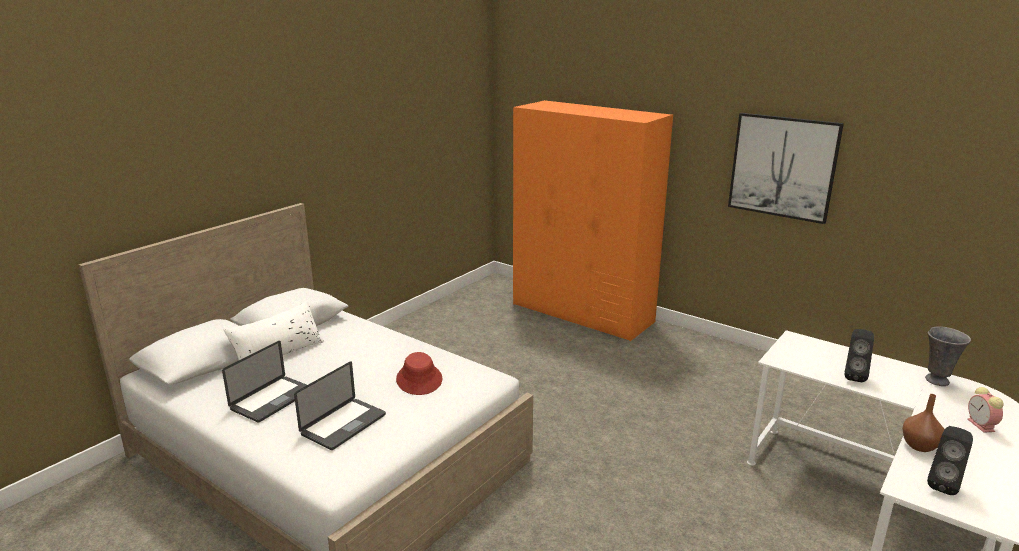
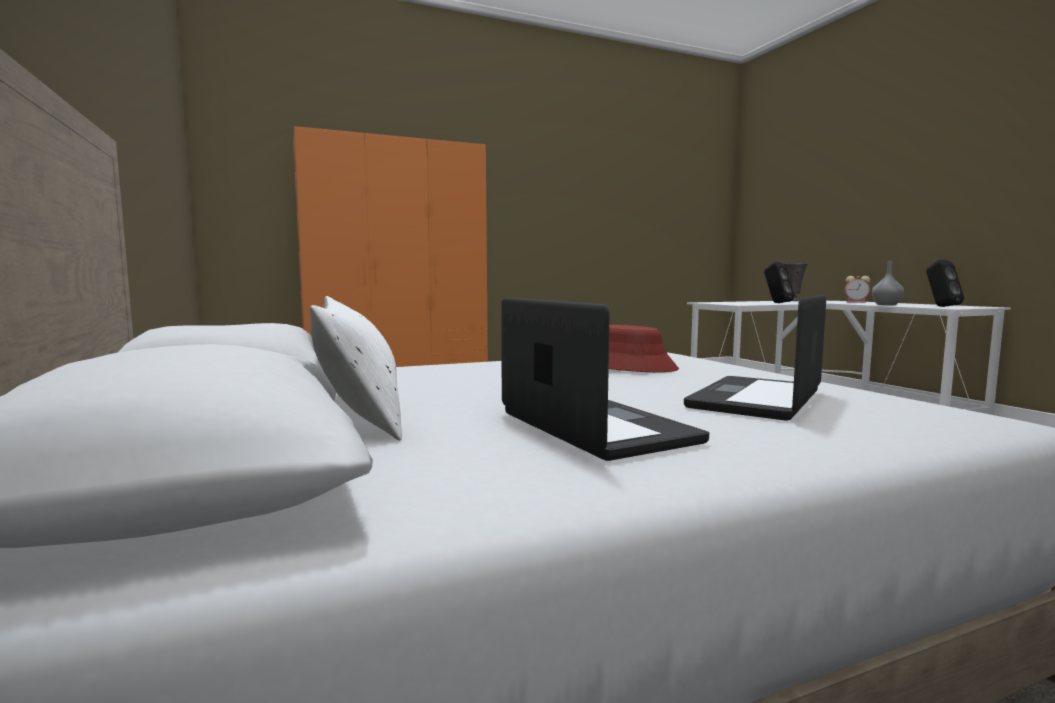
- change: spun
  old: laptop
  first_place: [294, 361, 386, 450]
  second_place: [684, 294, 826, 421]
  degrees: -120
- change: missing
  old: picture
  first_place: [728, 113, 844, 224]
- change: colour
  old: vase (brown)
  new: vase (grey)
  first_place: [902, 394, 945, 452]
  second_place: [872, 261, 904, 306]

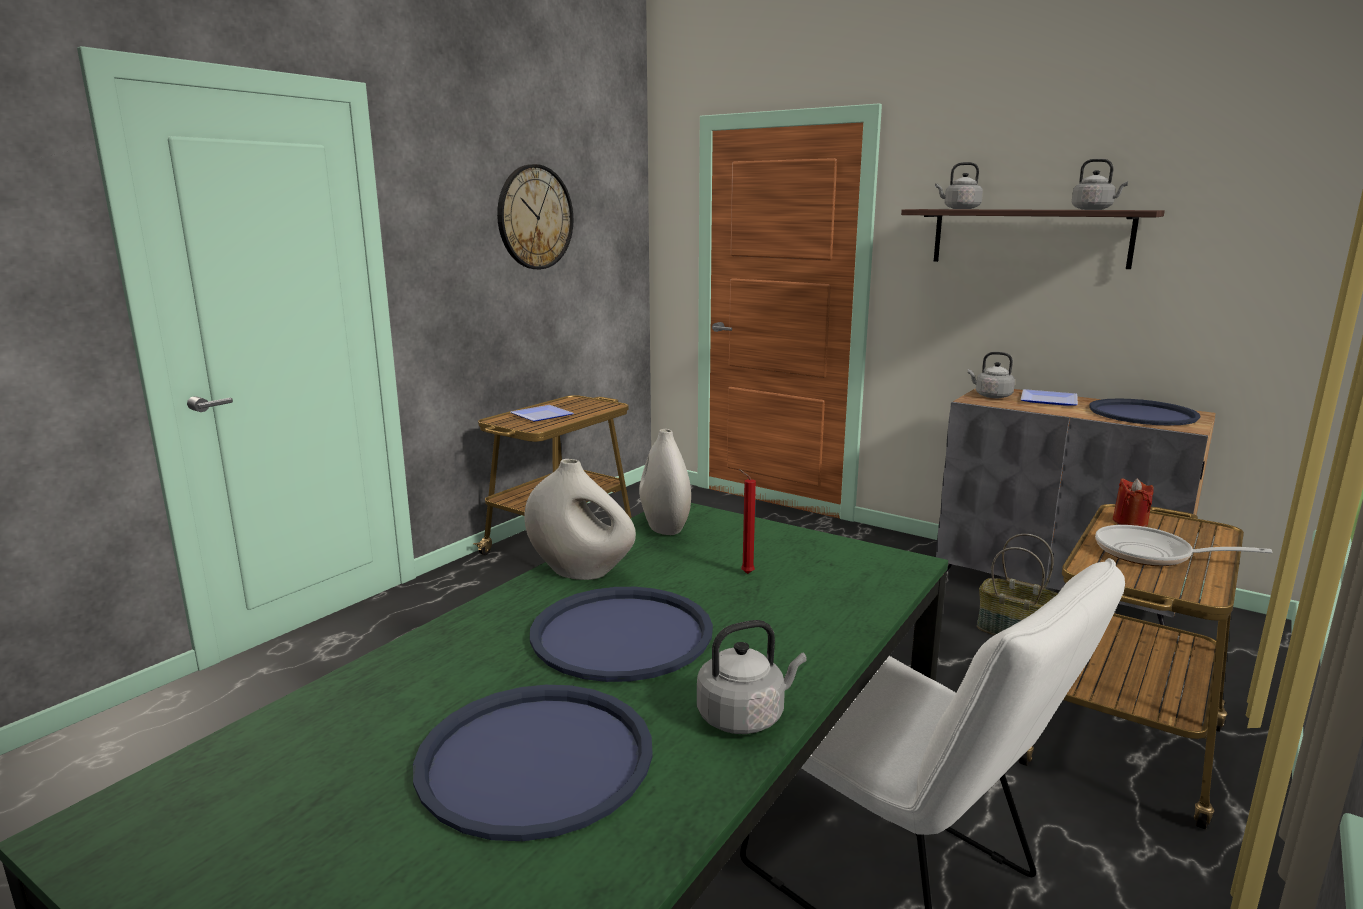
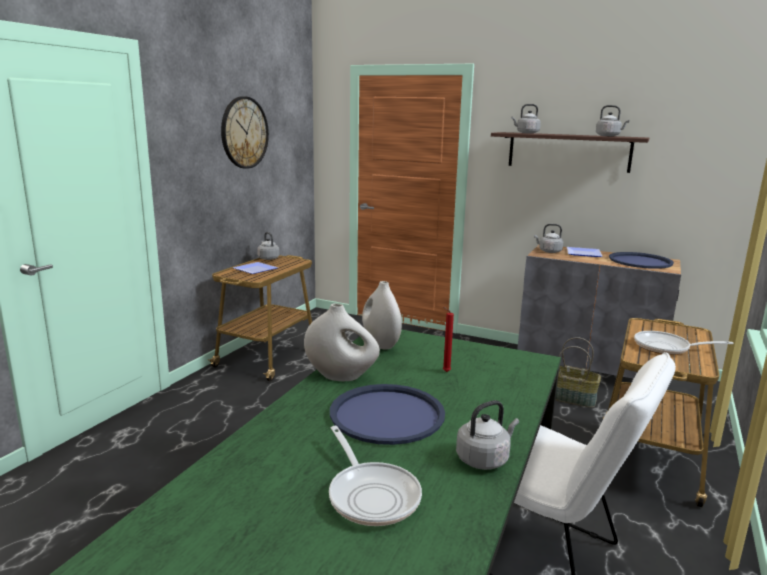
- change: exchanged
  old: tray (blue)
  new: frying pan
  first_place: [413, 685, 653, 841]
  second_place: [329, 426, 422, 526]
- change: missing
  old: candle (red)
  first_place: [1113, 478, 1154, 527]
- change: appeared
  new: kettle (grey)
  second_place: [257, 232, 279, 260]

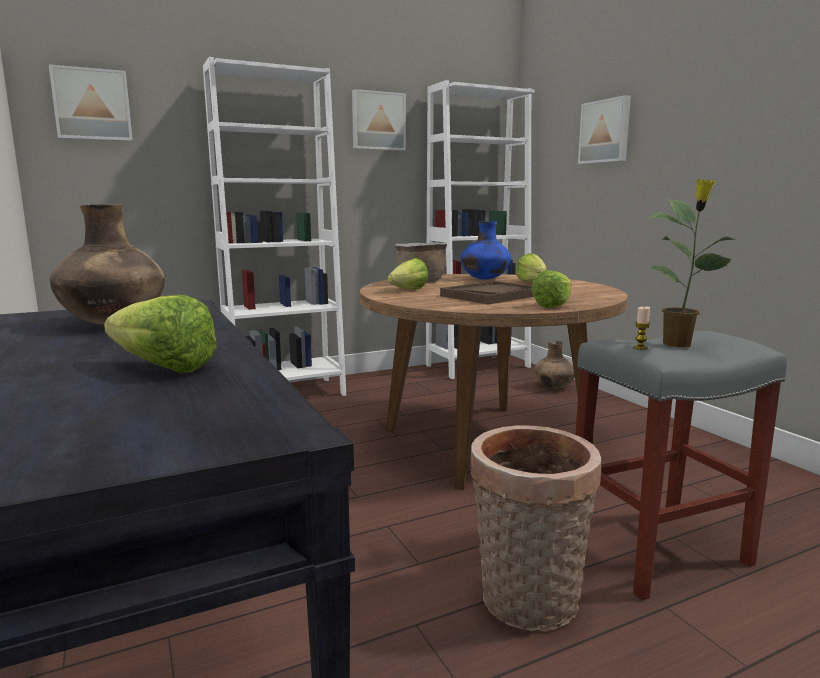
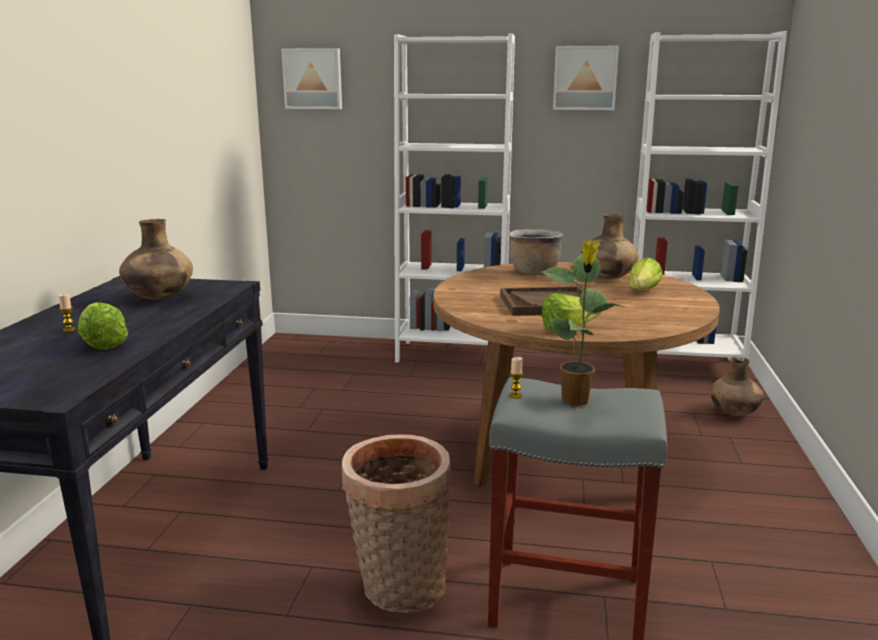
- change: missing
  old: lettuce
  first_place: [388, 258, 428, 289]
- change: colour
  old: vase (blue)
  new: vase (brown)
  first_place: [460, 221, 511, 280]
  second_place: [581, 214, 639, 279]
- change: missing
  old: picture
  first_place: [578, 95, 631, 164]
- change: appeared
  new: candle
  second_place: [58, 294, 76, 332]

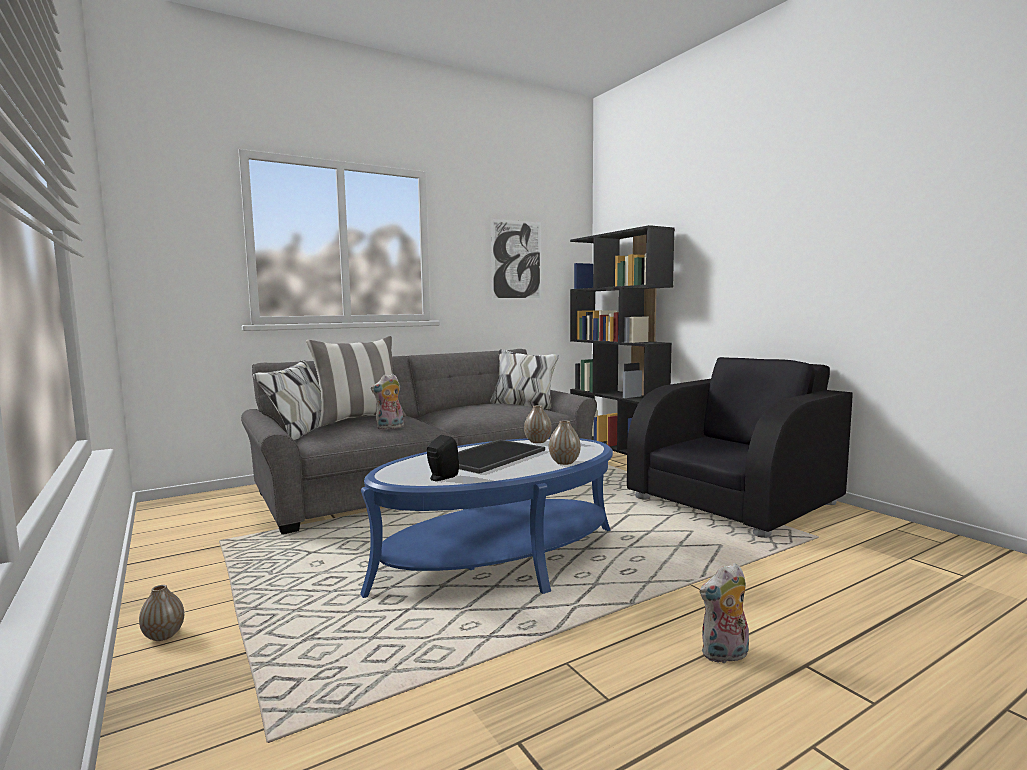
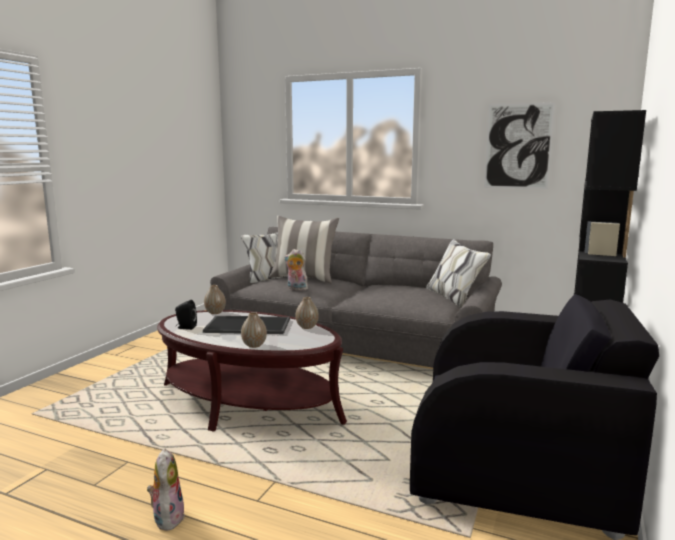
- change: relocated
  old: vase
  first_place: [139, 585, 184, 641]
  second_place: [204, 285, 226, 314]
- change: colour
  old: coffee table (blue)
  new: coffee table (brown)
  first_place: [360, 438, 613, 598]
  second_place: [157, 310, 347, 432]
- change: spun
  old: plush toy
  first_place: [700, 563, 749, 663]
  second_place: [147, 448, 185, 531]
  degrees: 45

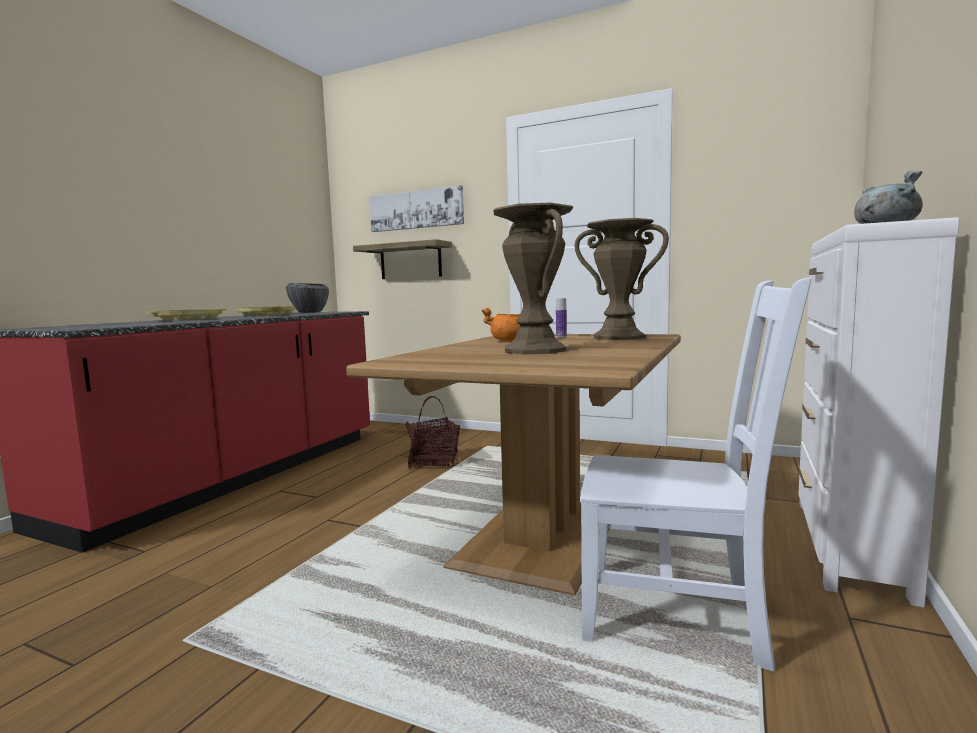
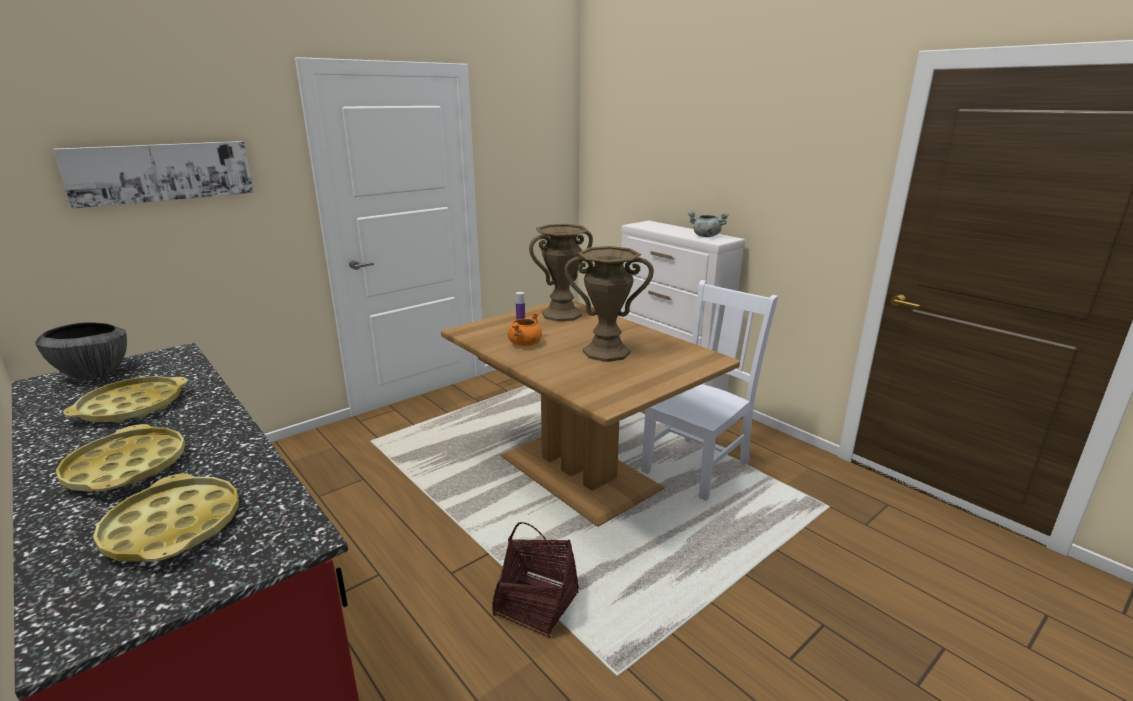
- change: missing
  old: shelf
  first_place: [353, 239, 452, 279]
- change: relocated
  old: basket
  first_place: [406, 396, 460, 469]
  second_place: [492, 522, 579, 638]
- change: appeared
  new: tray (yellow)
  second_place: [93, 473, 239, 562]

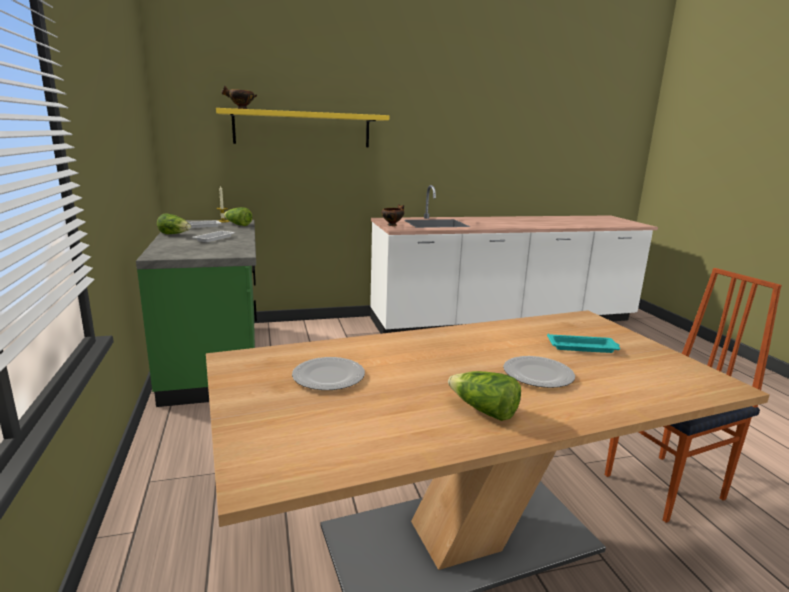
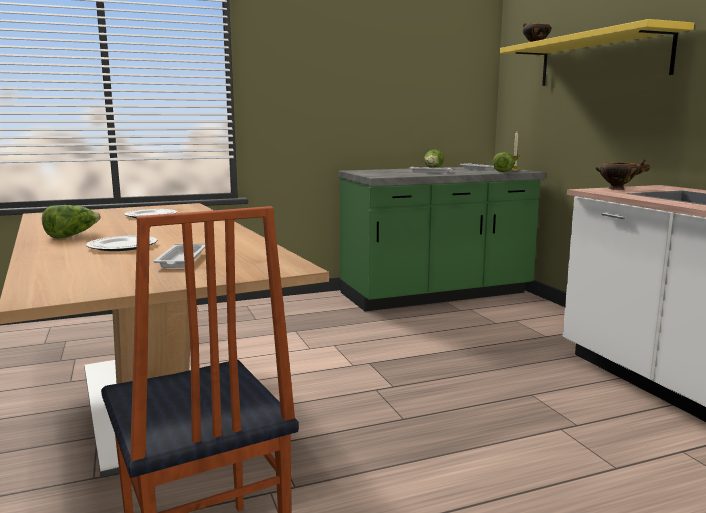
- change: colour
  old: tray (turquoise)
  new: tray (white)
  first_place: [547, 334, 620, 353]
  second_place: [154, 243, 205, 268]

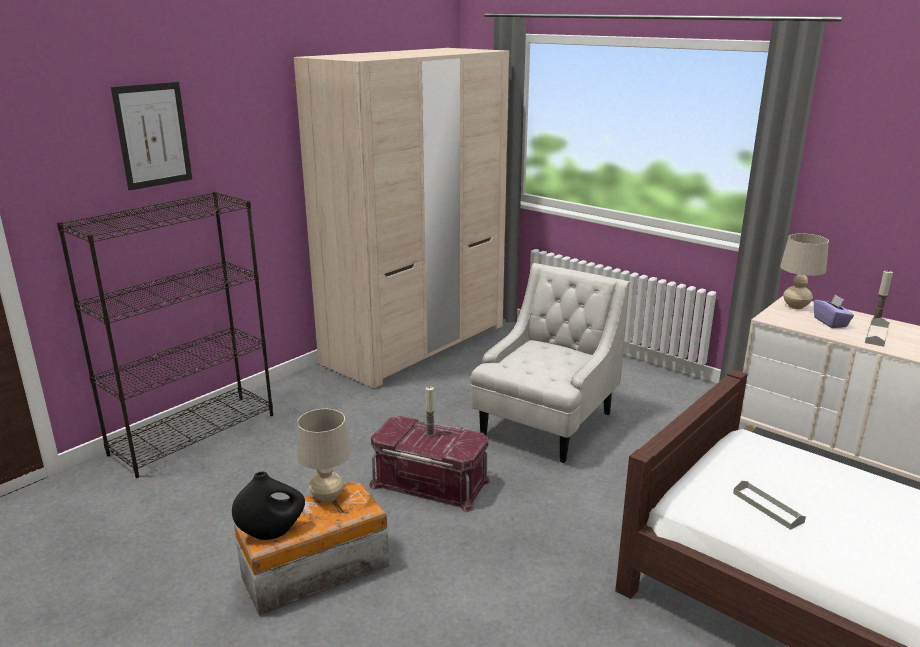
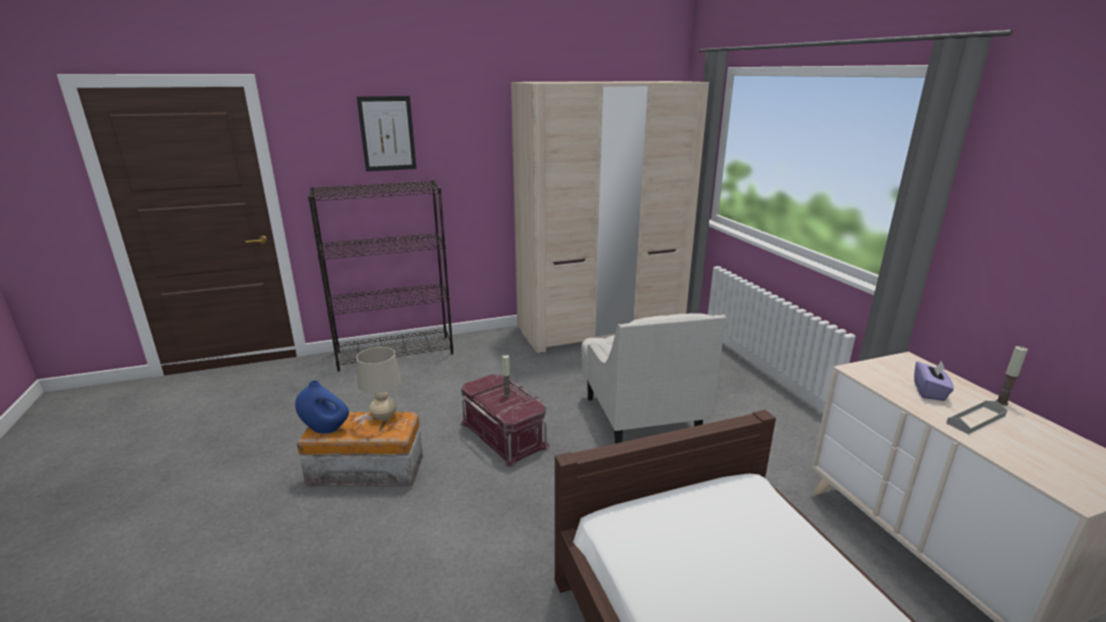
- change: colour
  old: vase (black)
  new: vase (blue)
  first_place: [232, 472, 305, 540]
  second_place: [295, 380, 349, 433]
- change: spun
  old: armchair (white)
  first_place: [471, 263, 630, 463]
  second_place: [581, 313, 726, 444]
  degrees: 105
- change: missing
  old: tray (grey)
  first_place: [733, 481, 806, 530]
- change: missing
  old: table lamp (beige)
  first_place: [780, 234, 829, 309]

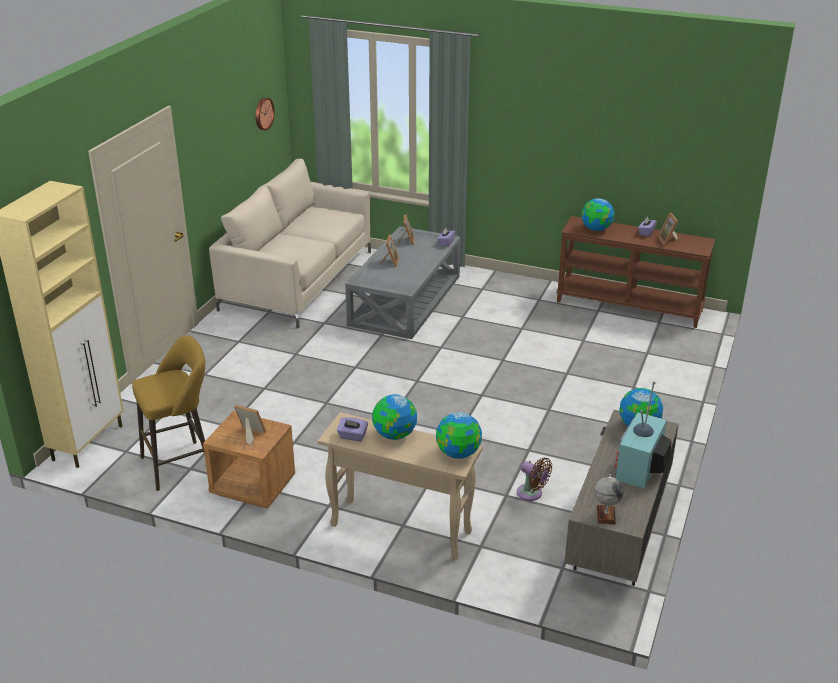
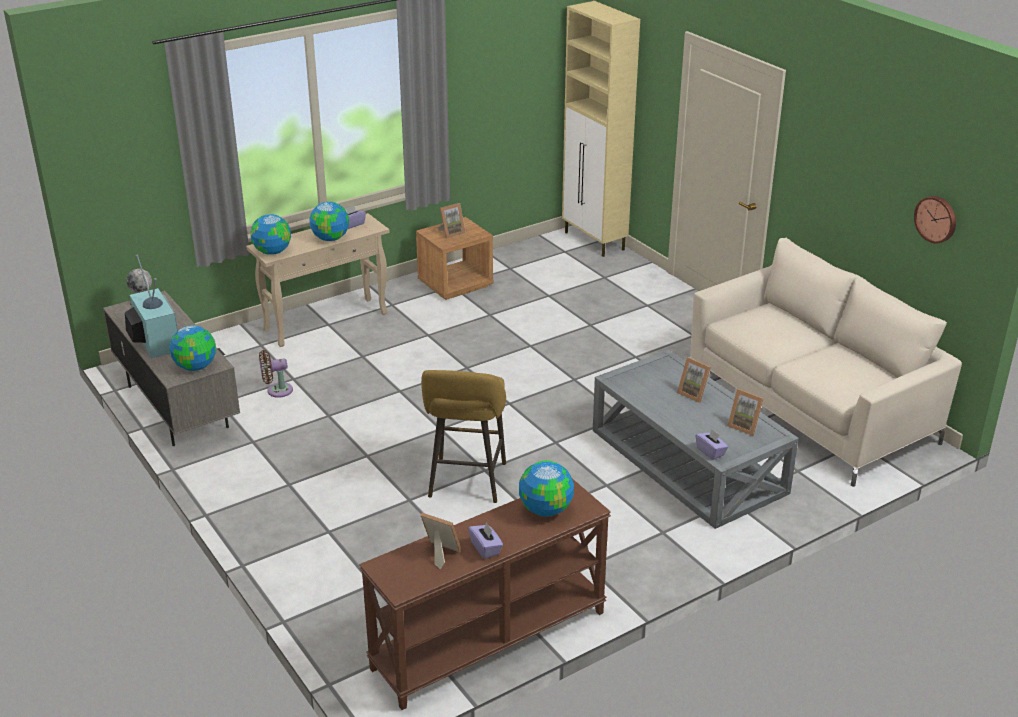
- change: relocated
  old: stool (yellow)
  first_place: [132, 335, 205, 491]
  second_place: [421, 370, 506, 503]

